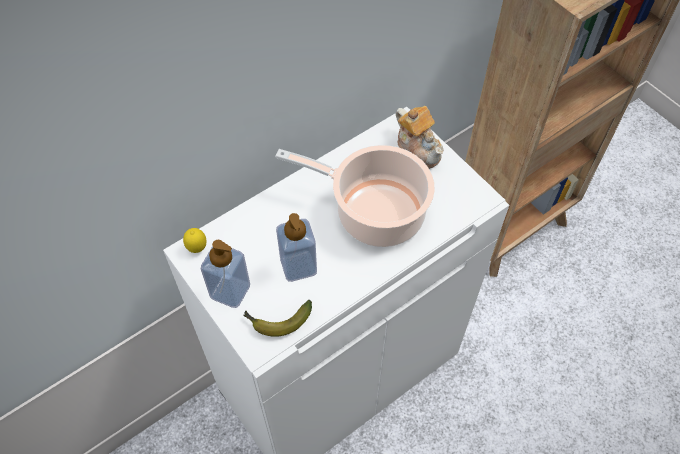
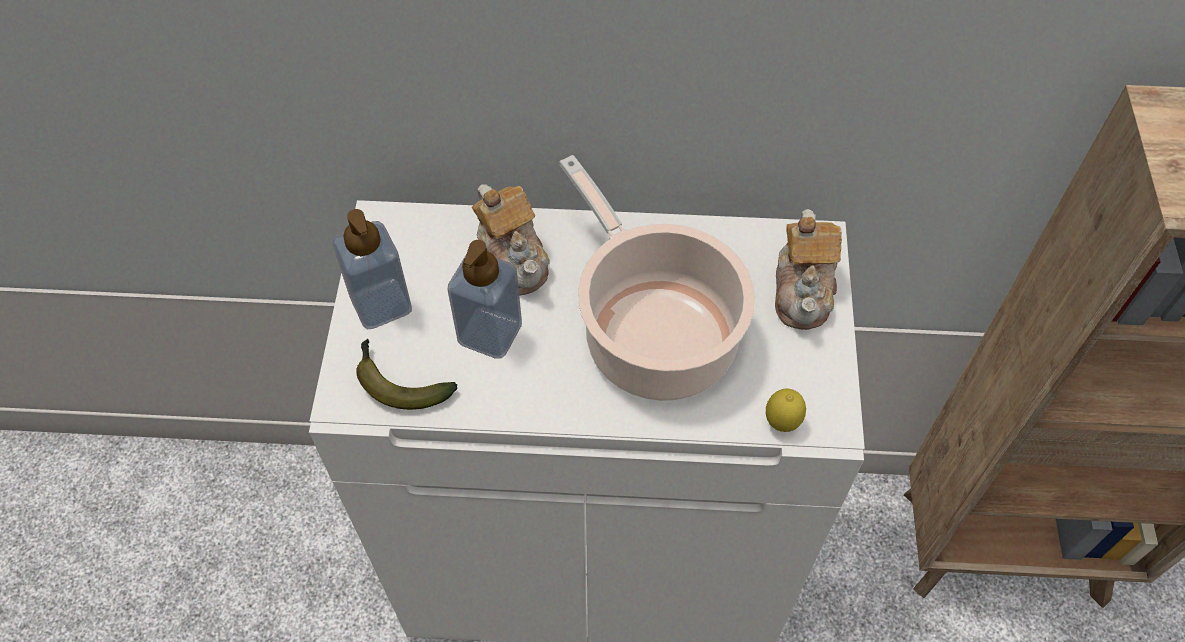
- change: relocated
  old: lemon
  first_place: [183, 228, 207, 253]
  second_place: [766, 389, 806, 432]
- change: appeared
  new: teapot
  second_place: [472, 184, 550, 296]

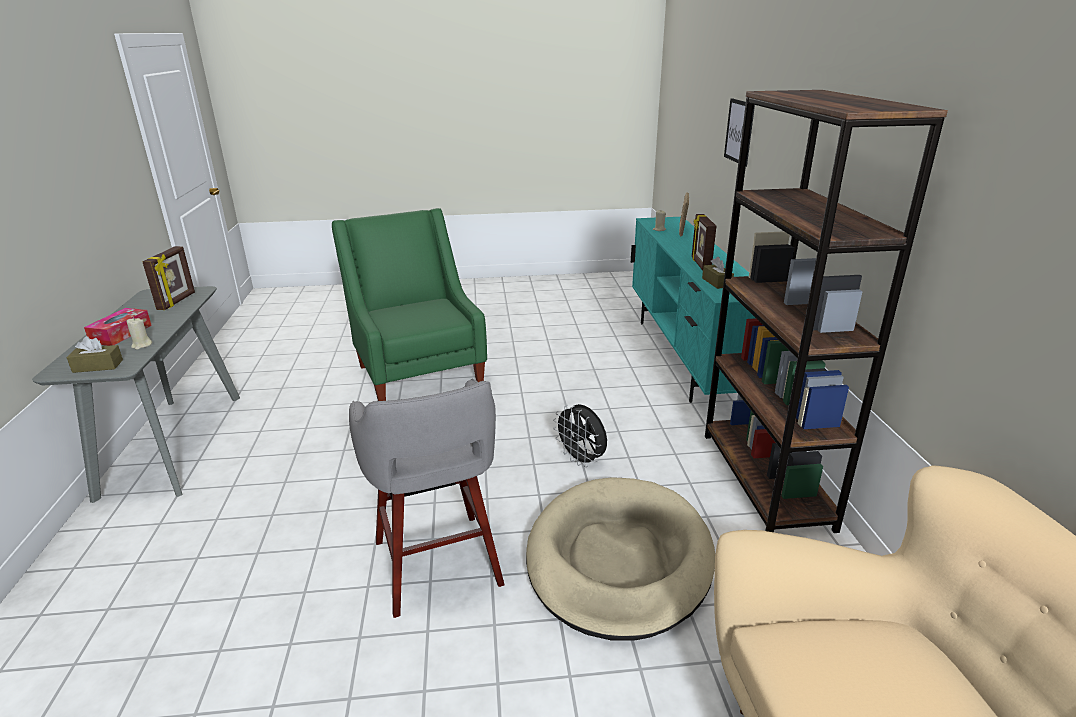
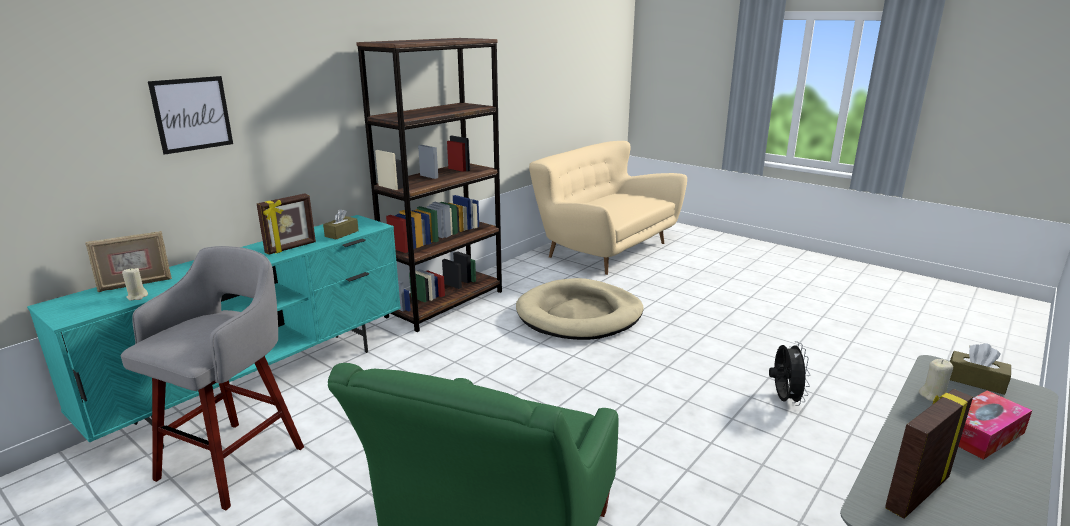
- change: relocated
  old: stool (grey)
  first_place: [349, 379, 505, 618]
  second_place: [120, 246, 304, 510]
- change: relocated
  old: fan (black)
  first_place: [553, 404, 607, 467]
  second_place: [769, 341, 811, 406]

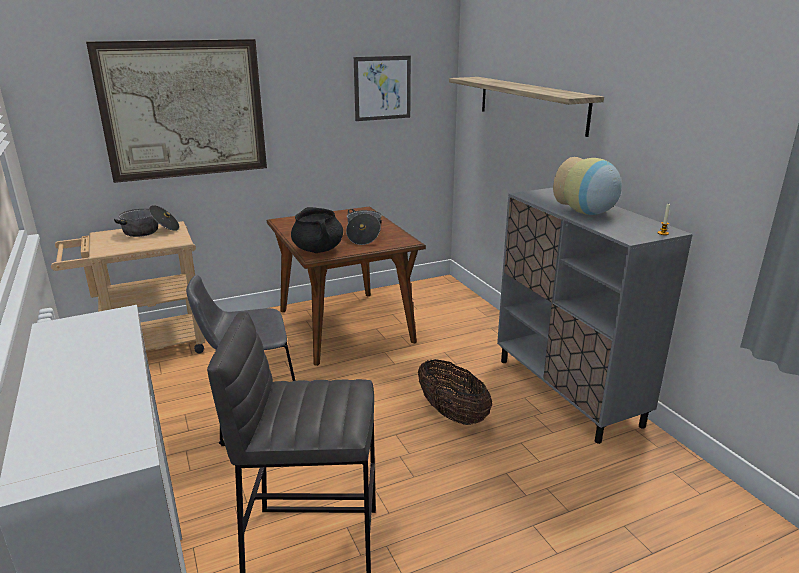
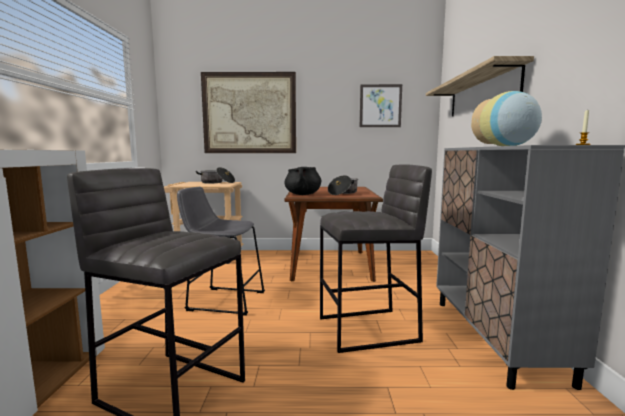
- change: exchanged
  old: basket
  new: stool (grey)
  first_place: [418, 360, 492, 425]
  second_place: [320, 164, 432, 353]

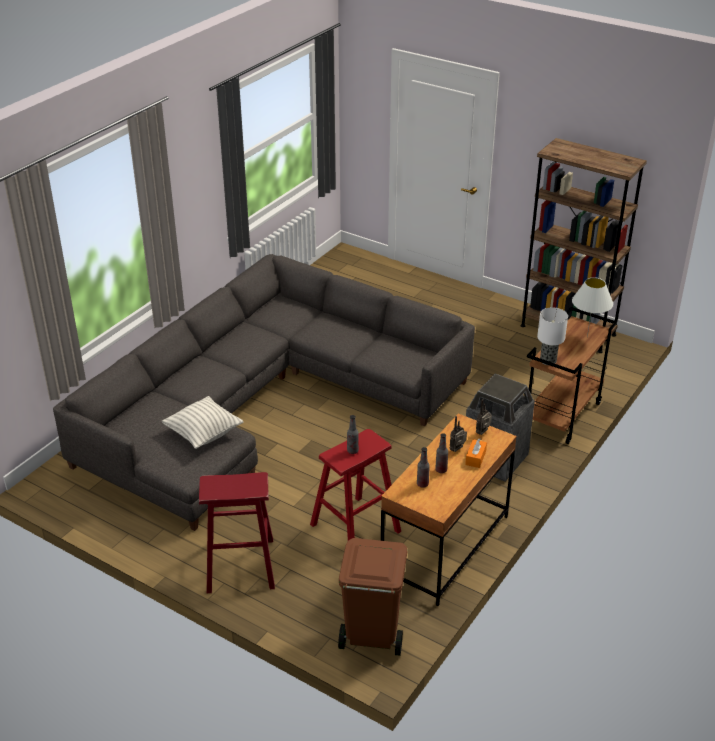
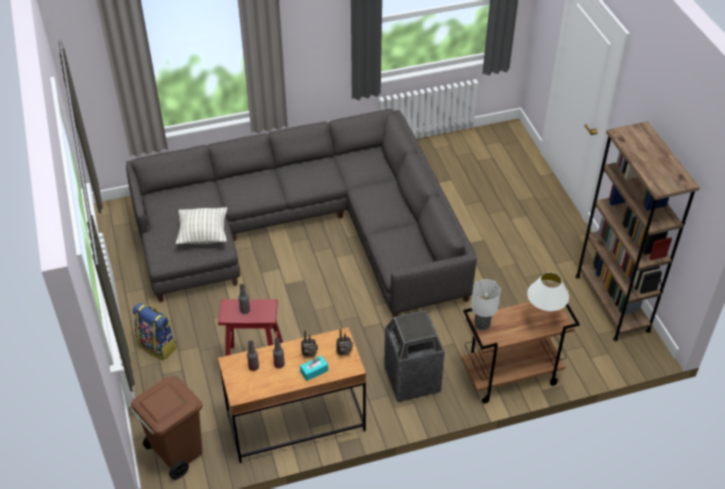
- change: exchanged
  old: stool (red)
  new: backpack
  first_place: [199, 472, 275, 593]
  second_place: [133, 303, 176, 360]
- change: colour
  old: tissue box (orange)
  new: tissue box (turquoise)
  first_place: [465, 439, 487, 468]
  second_place: [300, 356, 328, 381]

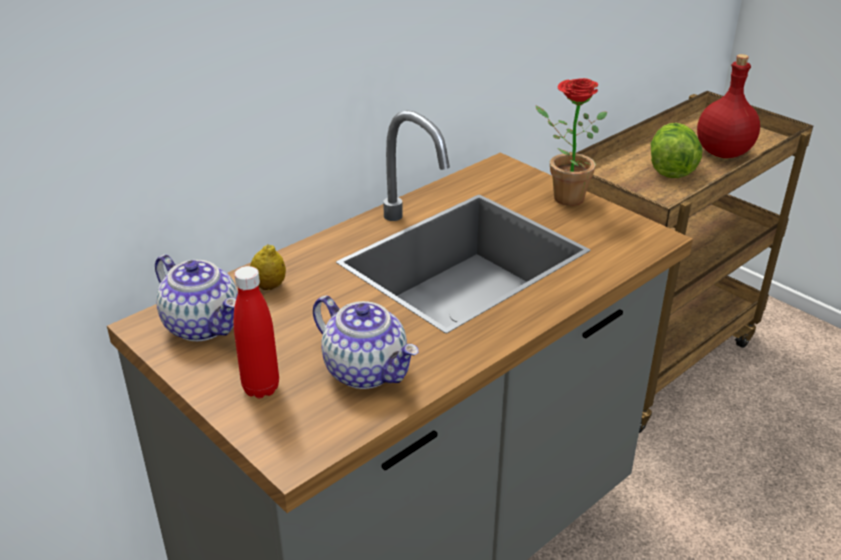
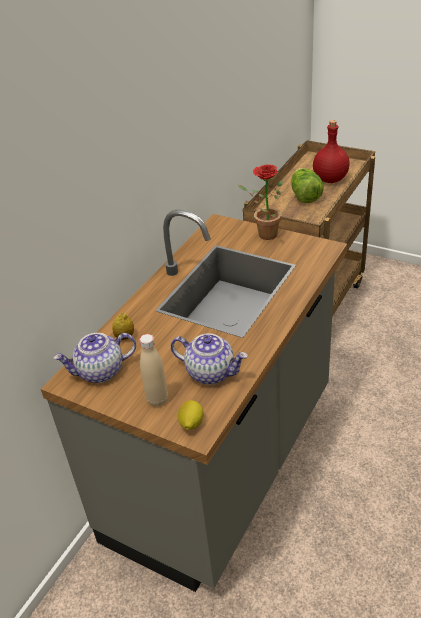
- change: spun
  old: teapot
  first_place: [155, 254, 238, 341]
  second_place: [53, 333, 136, 383]
  degrees: 135
- change: colour
  old: bottle (red)
  new: bottle (beige)
  first_place: [234, 266, 279, 398]
  second_place: [140, 334, 168, 407]
- change: appeared
  new: lemon
  second_place: [178, 400, 203, 430]

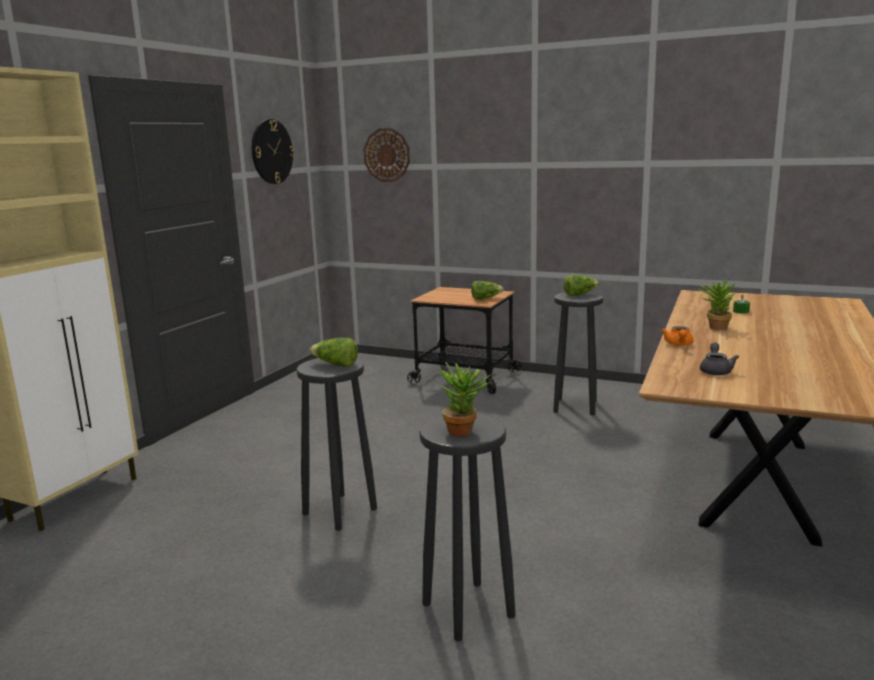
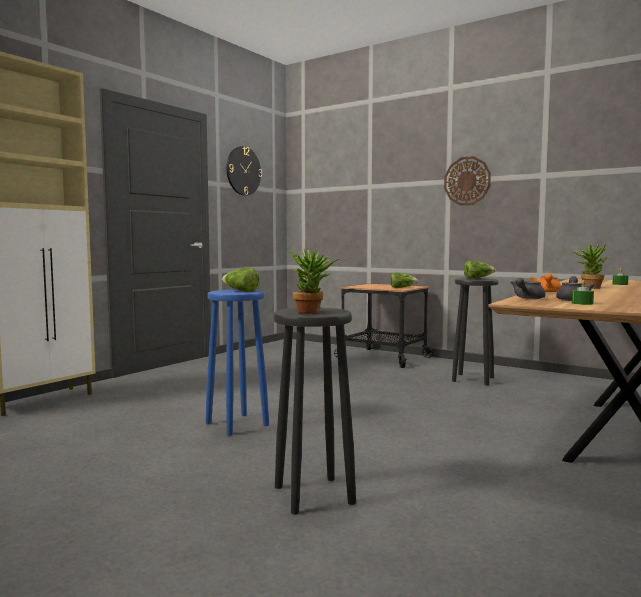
- change: colour
  old: stool (black)
  new: stool (blue)
  first_place: [297, 358, 377, 531]
  second_place: [206, 290, 269, 435]
- change: relocated
  old: wall clock
  first_place: [363, 128, 410, 182]
  second_place: [444, 156, 491, 205]
- change: appeared
  new: teapot (grey)
  second_place: [511, 278, 545, 299]
- change: appeared
  new: candle (green)
  second_place: [572, 280, 594, 305]

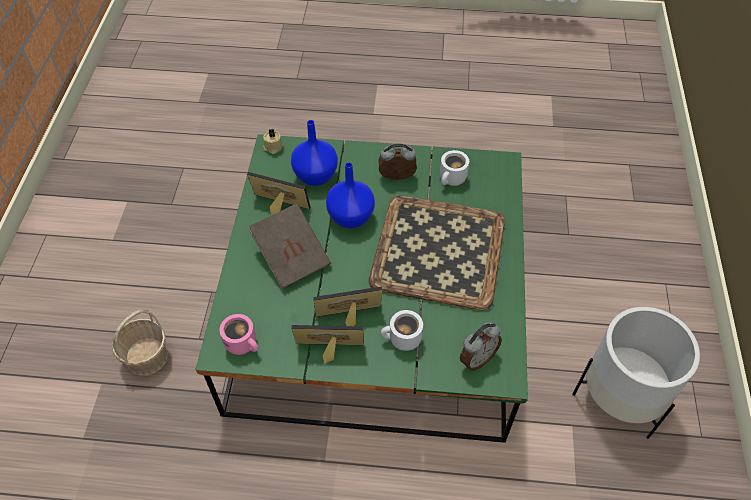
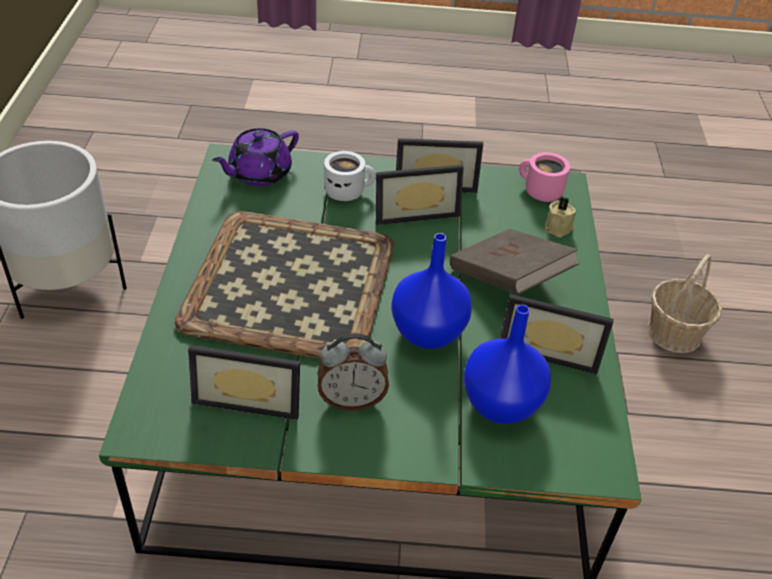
- change: relocated
  old: candle (beige)
  first_place: [263, 129, 283, 154]
  second_place: [545, 197, 576, 237]
- change: exchanged
  old: mug (white)
  new: picture frame
  first_place: [440, 150, 469, 186]
  second_place: [188, 345, 300, 420]
- change: exchanged
  old: alarm clock
  new: teapot (purple)
  first_place: [460, 322, 502, 371]
  second_place: [212, 128, 299, 186]

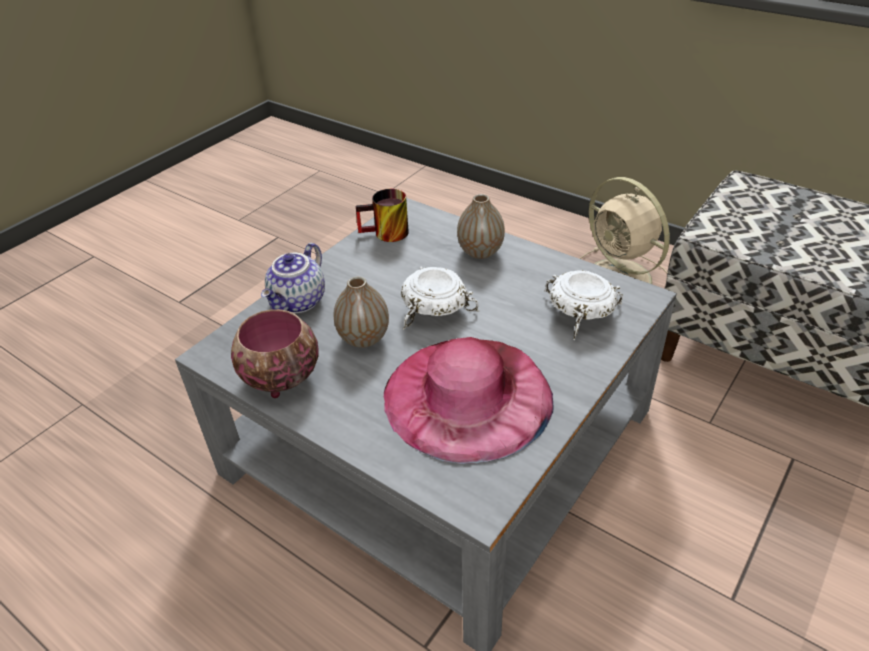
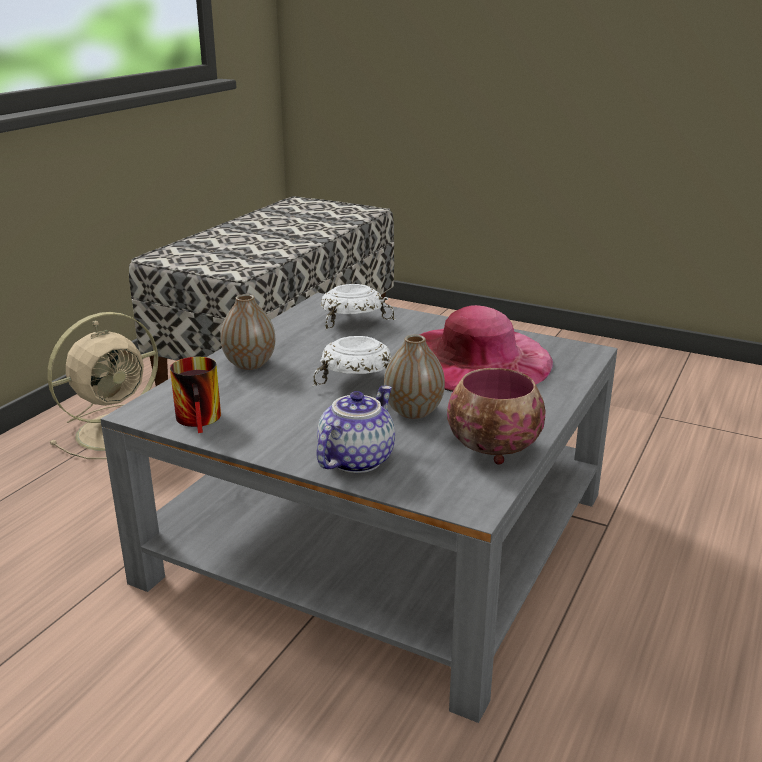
- change: spun
  old: teapot
  first_place: [261, 243, 325, 313]
  second_place: [316, 386, 395, 473]
  degrees: -75

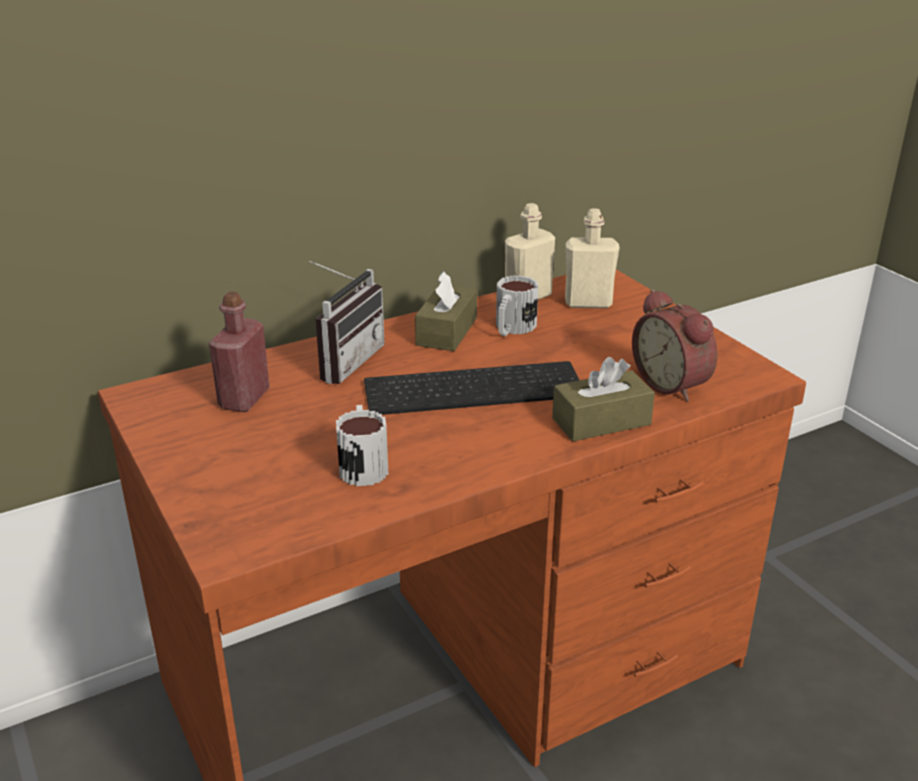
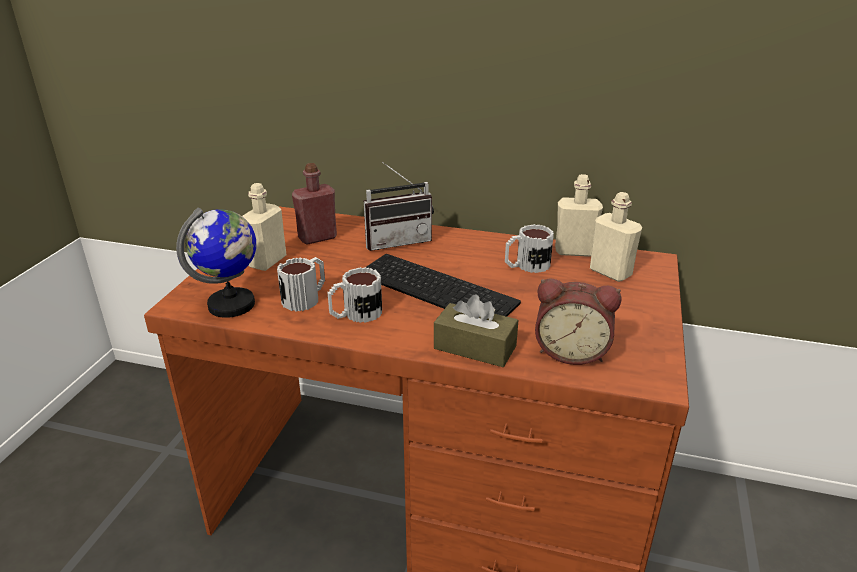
- change: missing
  old: tissue box (brown)
  first_place: [415, 271, 477, 351]
- change: spun
  old: alarm clock
  first_place: [632, 289, 717, 402]
  second_place: [535, 278, 622, 365]
  degrees: -90
- change: appeared
  new: globe
  second_place: [176, 208, 256, 318]
- change: appeared
  new: bottle (beige)
  second_place: [242, 183, 286, 271]
- change: appeared
  new: mug
  second_place: [327, 267, 382, 323]

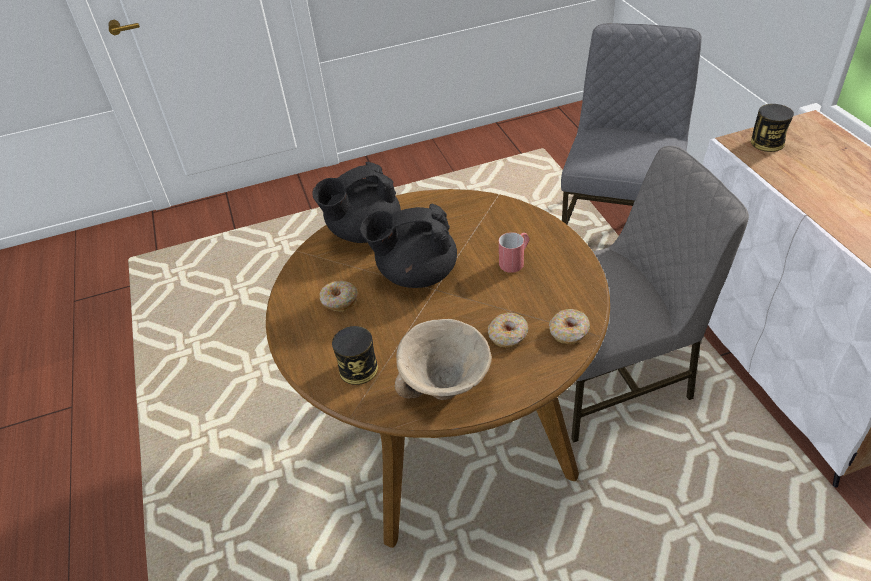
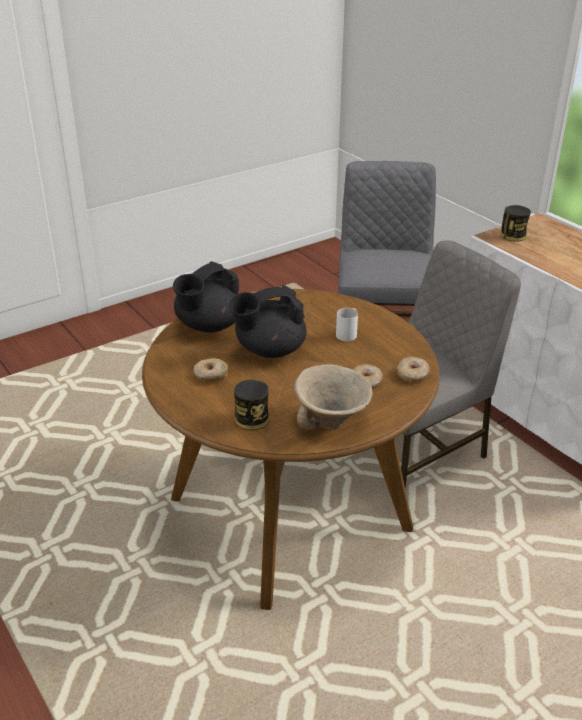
- change: colour
  old: mug (red)
  new: mug (white)
  first_place: [499, 232, 530, 273]
  second_place: [336, 308, 358, 341]

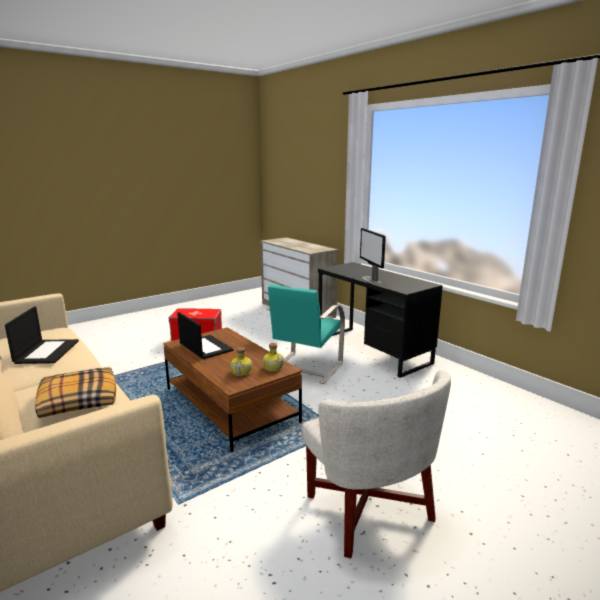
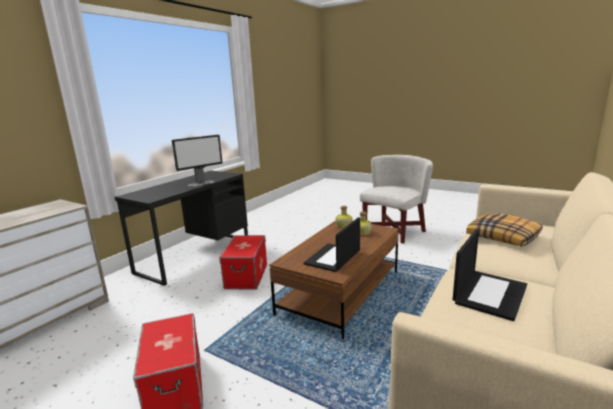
- change: spun
  old: laptop
  first_place: [5, 306, 79, 364]
  second_place: [453, 228, 527, 321]
  degrees: 150
- change: exchanged
  old: chair (turquoise)
  new: storage box
  first_place: [267, 284, 345, 384]
  second_place: [219, 235, 267, 290]

